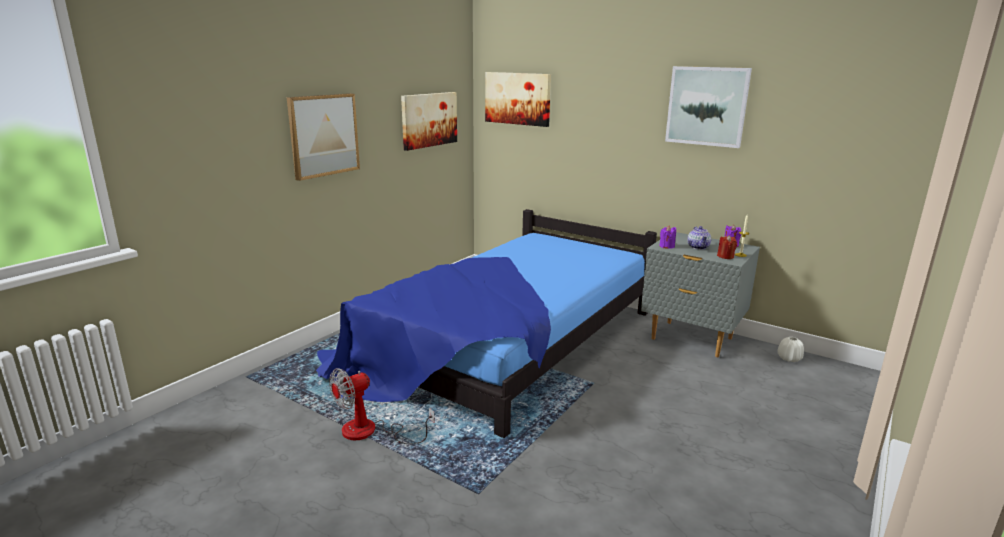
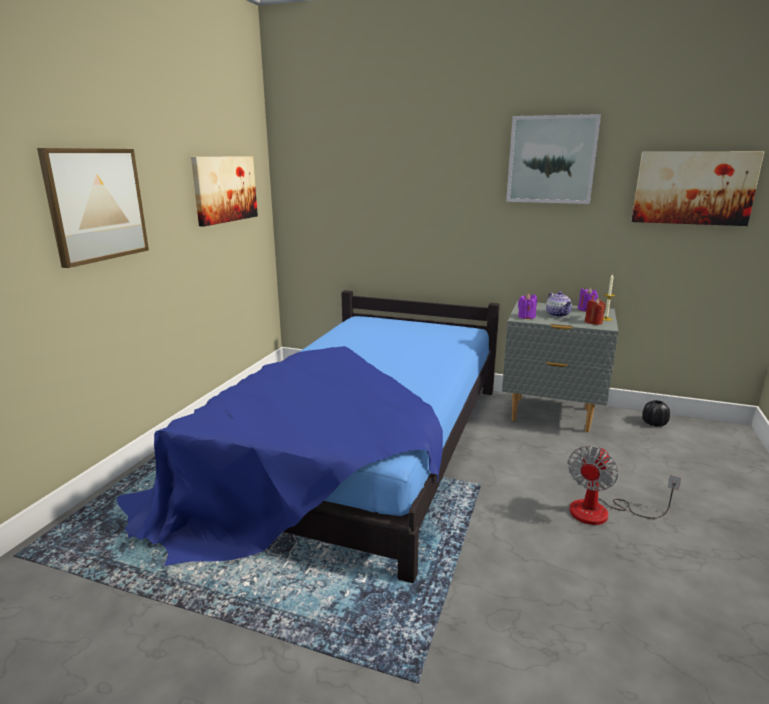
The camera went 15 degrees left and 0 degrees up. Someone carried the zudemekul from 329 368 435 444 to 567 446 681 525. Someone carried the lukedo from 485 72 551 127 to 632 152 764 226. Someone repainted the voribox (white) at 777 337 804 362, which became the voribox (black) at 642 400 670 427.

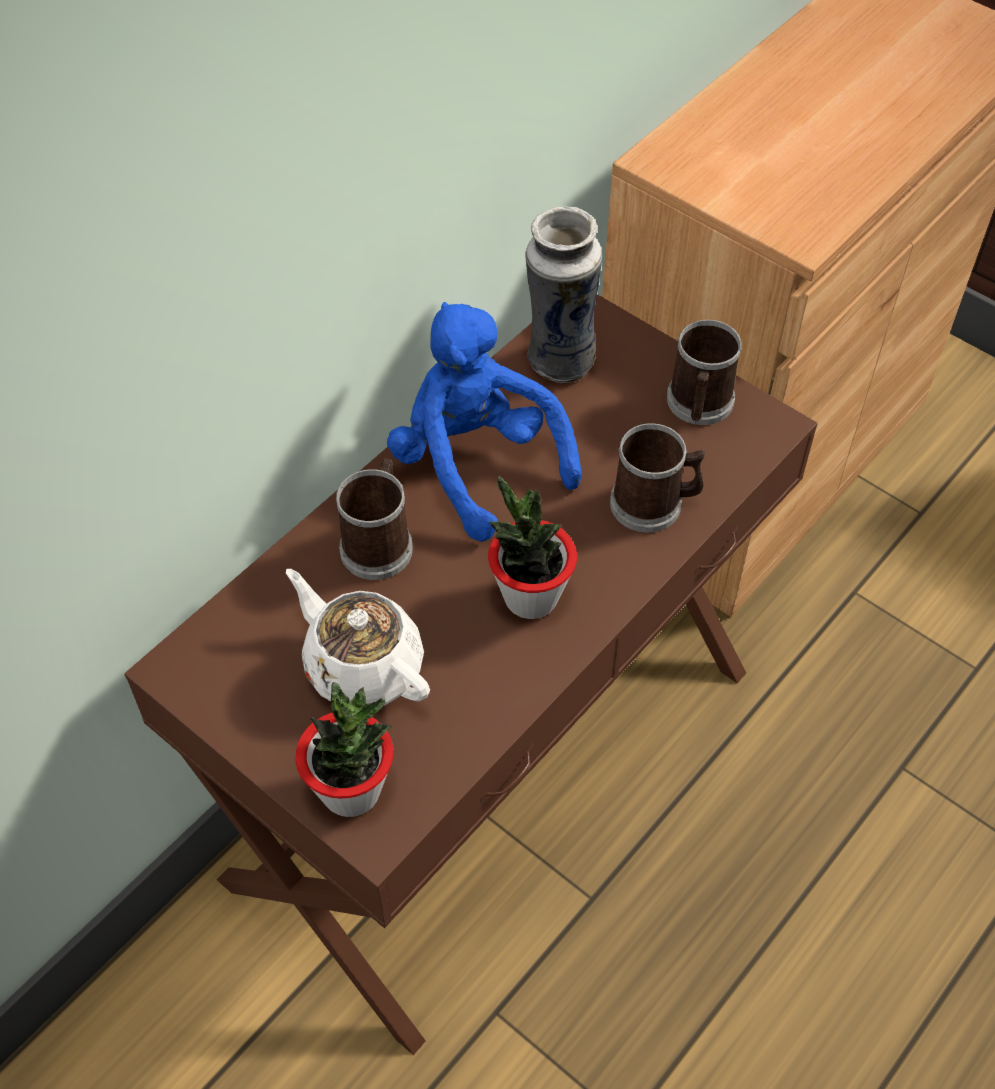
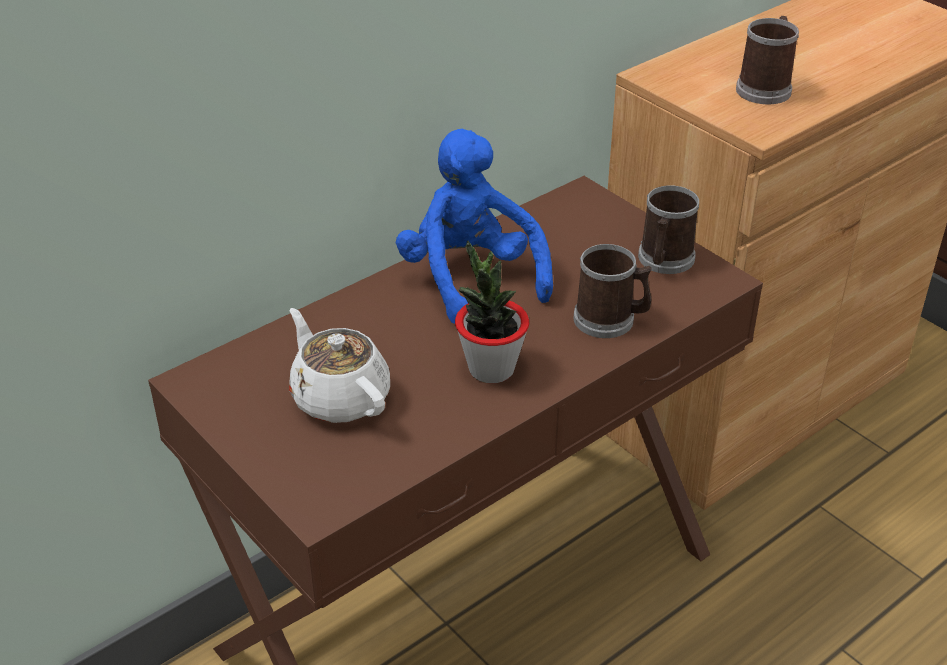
The camera went 10 degrees right and 15 degrees down. Someone took away the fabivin at 295 682 393 817. Someone carried the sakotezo from 336 458 413 580 to 736 16 799 104. Someone took away the voribox at 525 206 602 383.

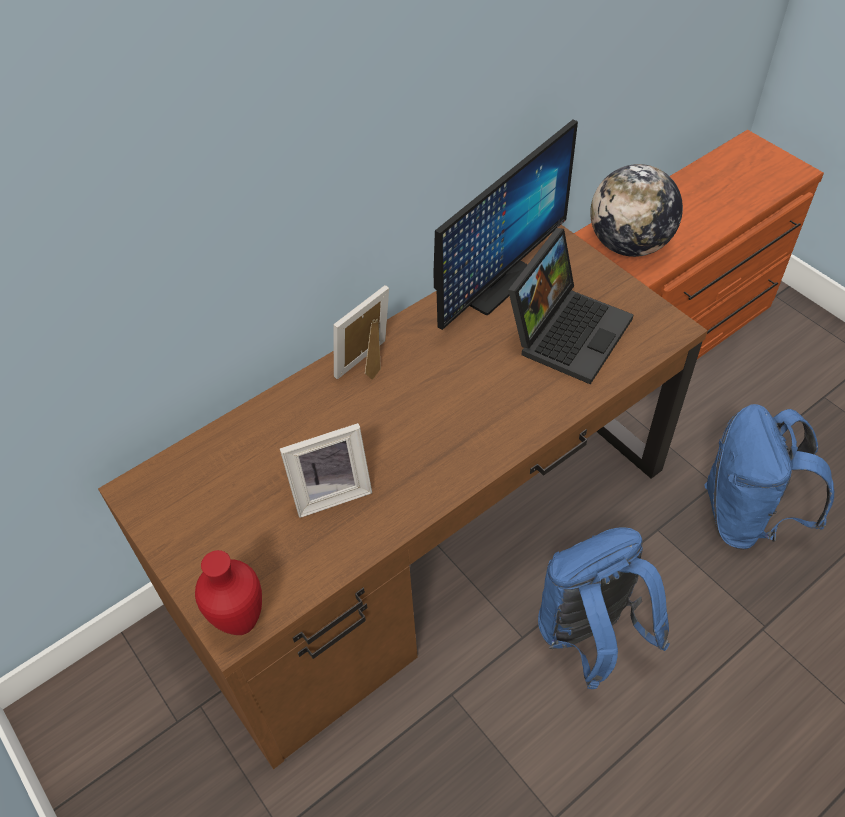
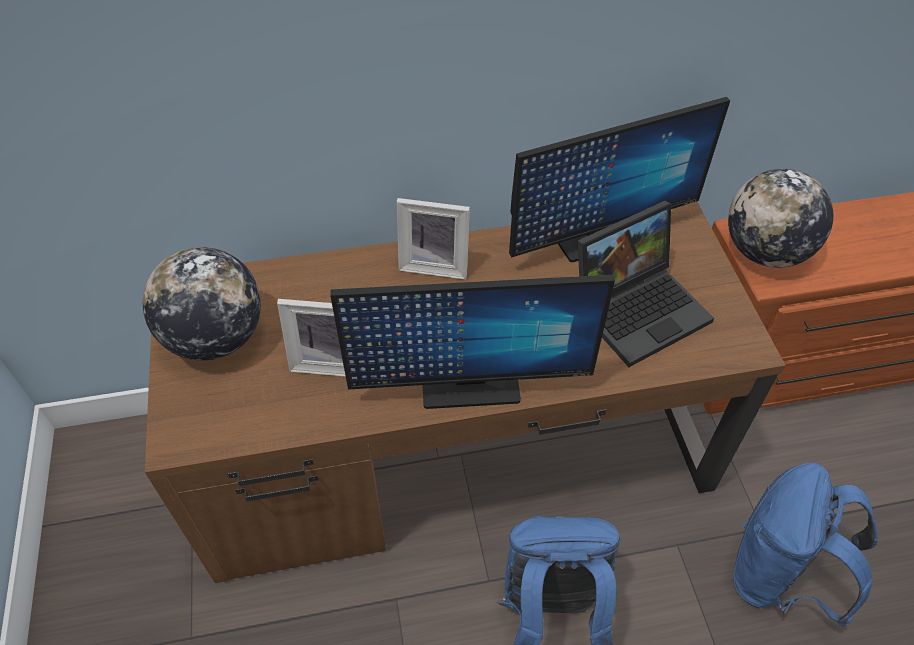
The camera went 25 degrees right and 0 degrees up. Someone took away the voribox (red) at 195 550 262 635. Someone rotated the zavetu at 333 285 389 380 by 150 degrees counterclockwise. Someone put down the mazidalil at 143 247 261 361. Someone put down the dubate at 330 275 615 409.

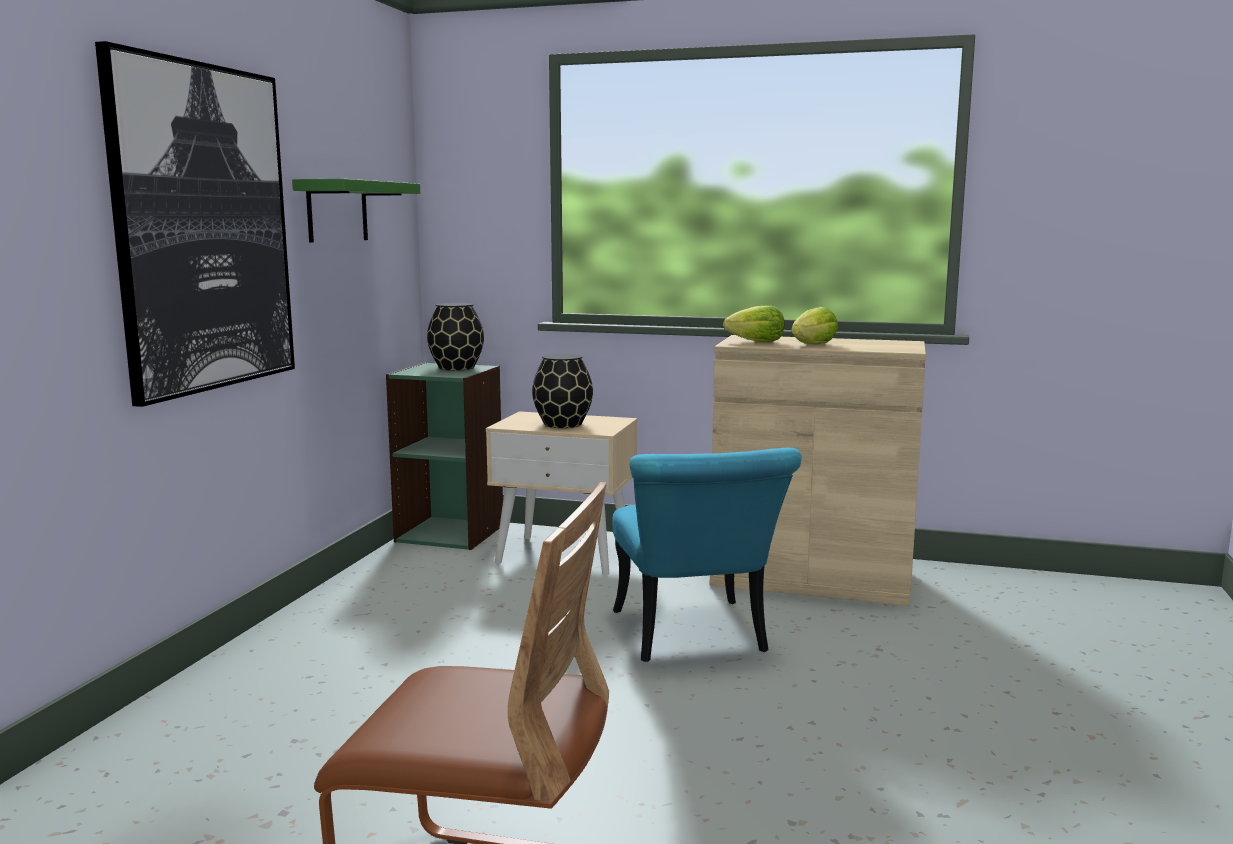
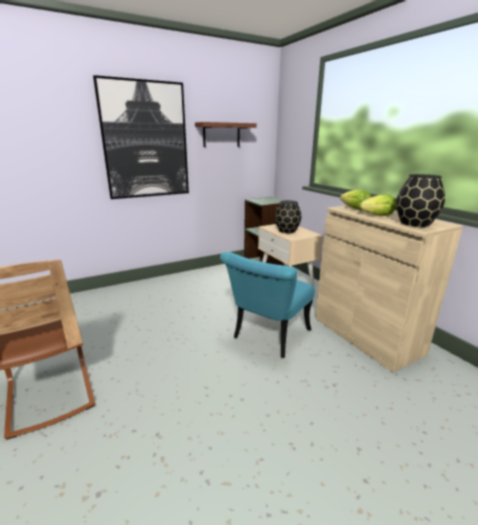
The camera went 45 degrees right and 10 degrees up. Someone repainted the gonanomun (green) at 292 179 420 243, which became the gonanomun (brown) at 195 122 257 147. Someone carried the voribox (black) from 427 303 484 371 to 396 174 445 227.

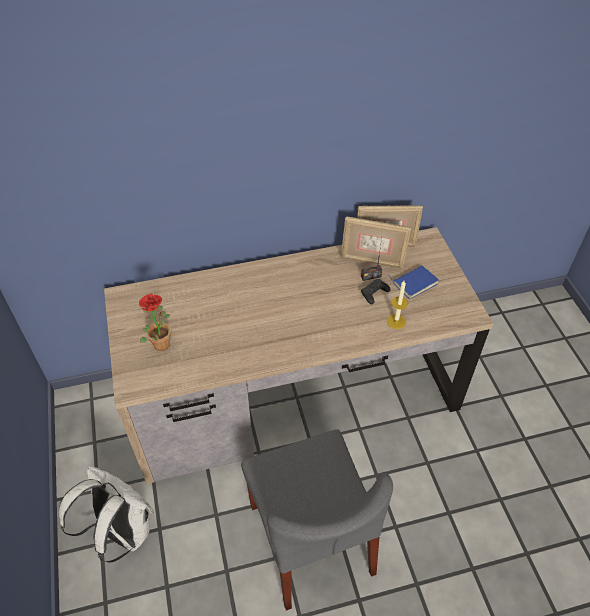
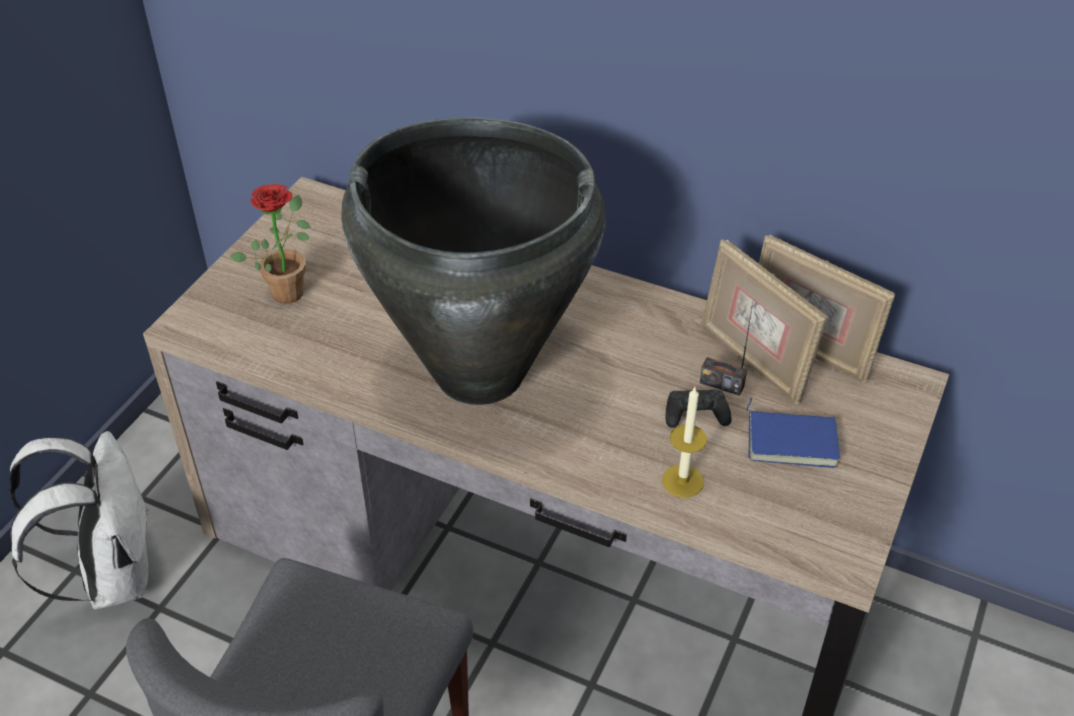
The camera went 40 degrees right and 5 degrees down. Someone put down the voribox (black) at 341 118 605 405.

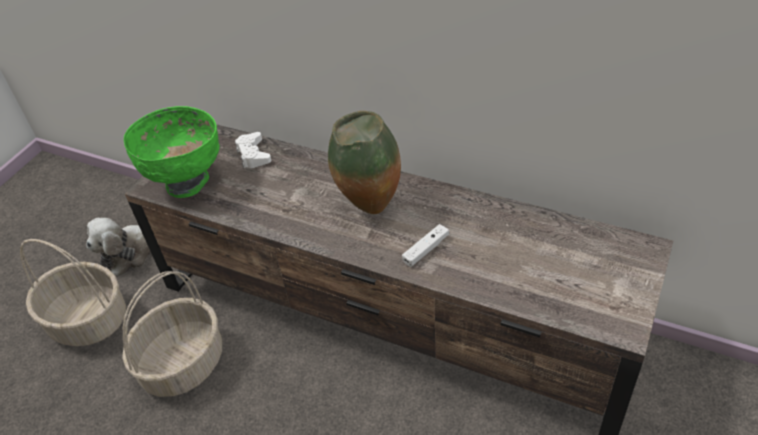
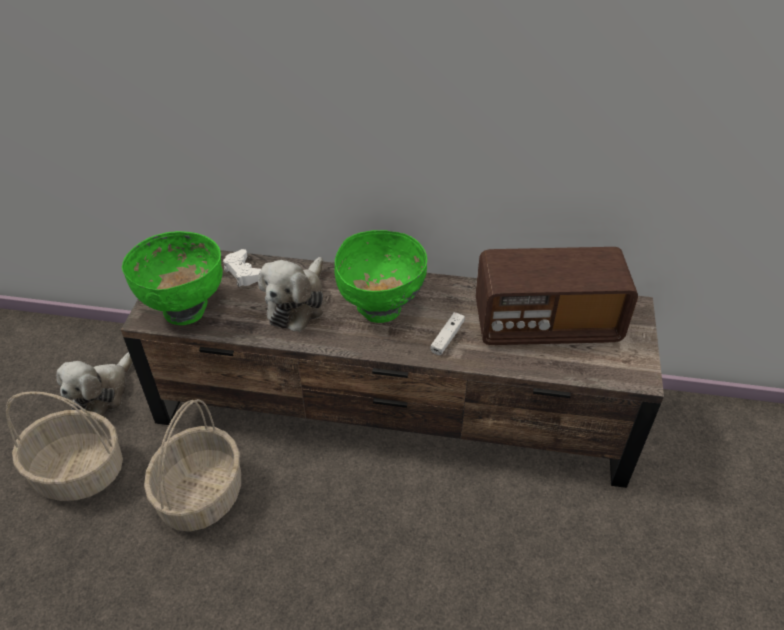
The camera went 20 degrees left and 0 degrees up. Someone swapped the voribox at 328 111 401 214 for the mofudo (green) at 334 230 427 323. Someone put down the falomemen at 258 257 323 332. Someone put down the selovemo at 475 247 638 345.

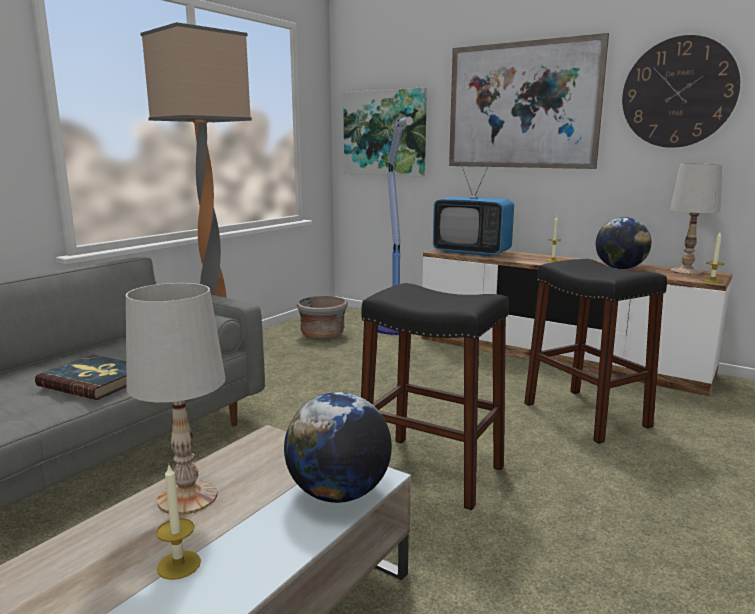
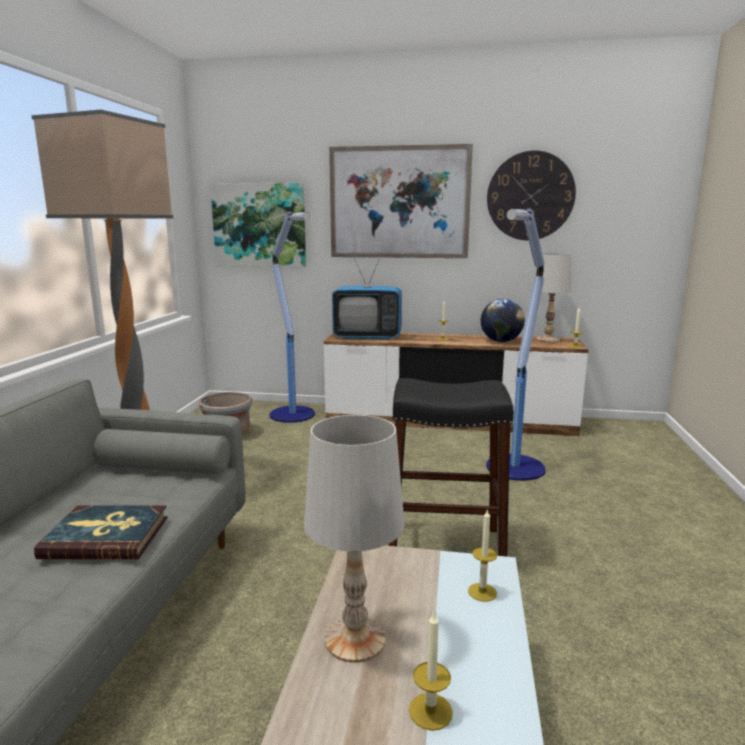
The camera went 25 degrees left and 0 degrees up. Someone swapped the mazidalil at 284 392 392 503 for the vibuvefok at 468 509 497 602. Someone swapped the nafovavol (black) at 524 259 667 444 for the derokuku at 486 208 546 481.

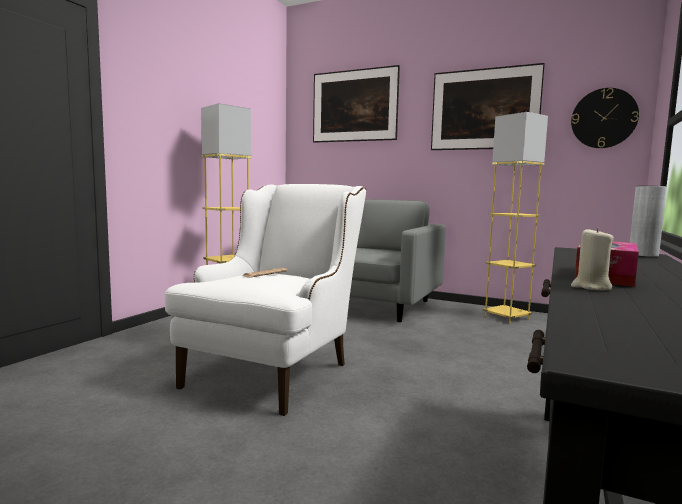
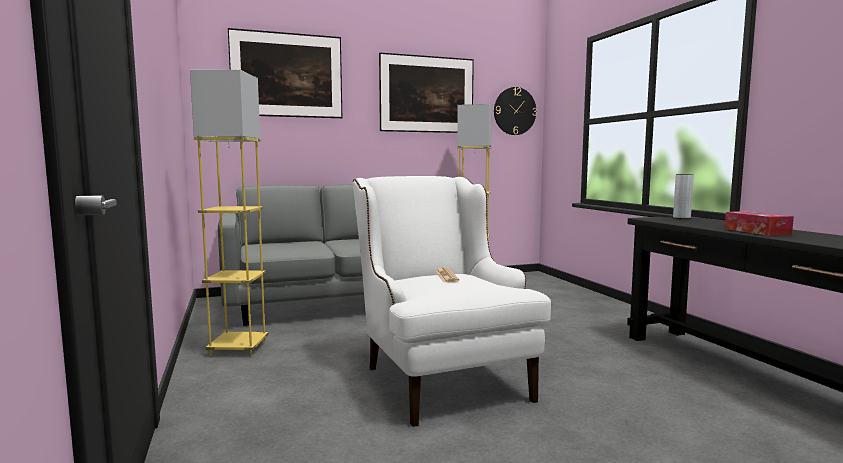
The camera went 45 degrees left and 0 degrees up. Someone took away the vibuvefok (beige) at 571 227 614 290.

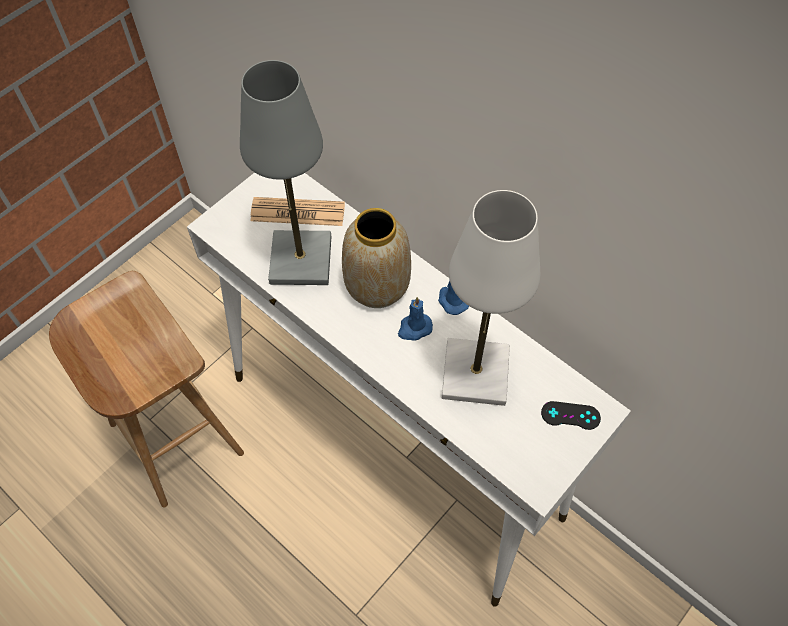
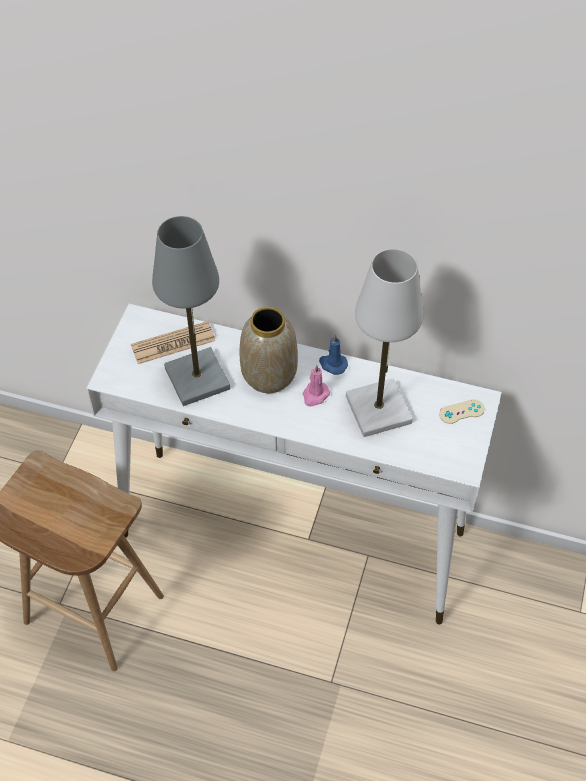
The camera went 25 degrees left and 5 degrees down. Someone repainted the vibuvefok (blue) at 398 297 433 341, which became the vibuvefok (pink) at 303 365 330 406. Someone repainted the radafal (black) at 541 401 601 430, which became the radafal (beige) at 439 399 485 424.

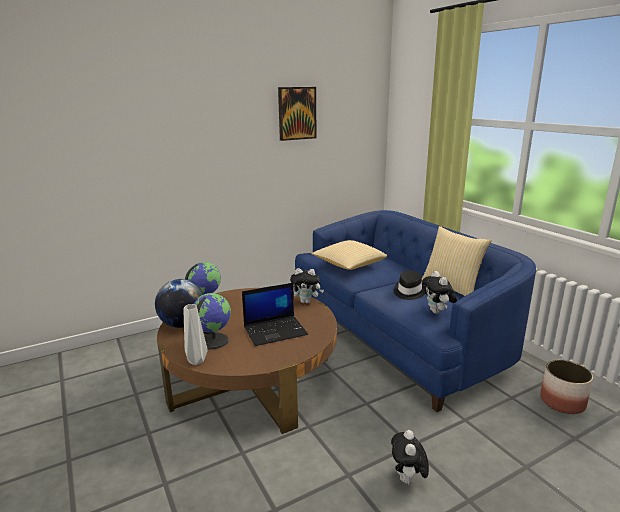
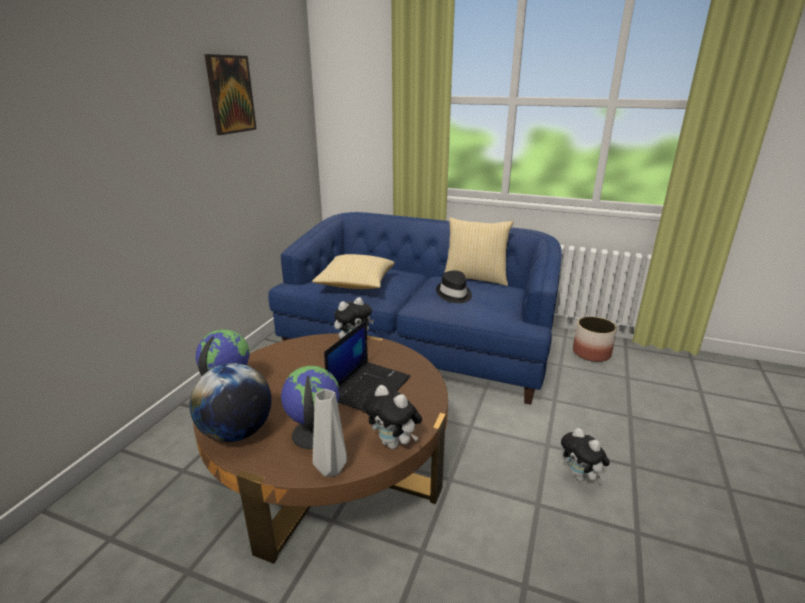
The camera went 40 degrees left and 5 degrees up. Someone carried the falomemen from 422 271 457 314 to 363 385 422 449.

